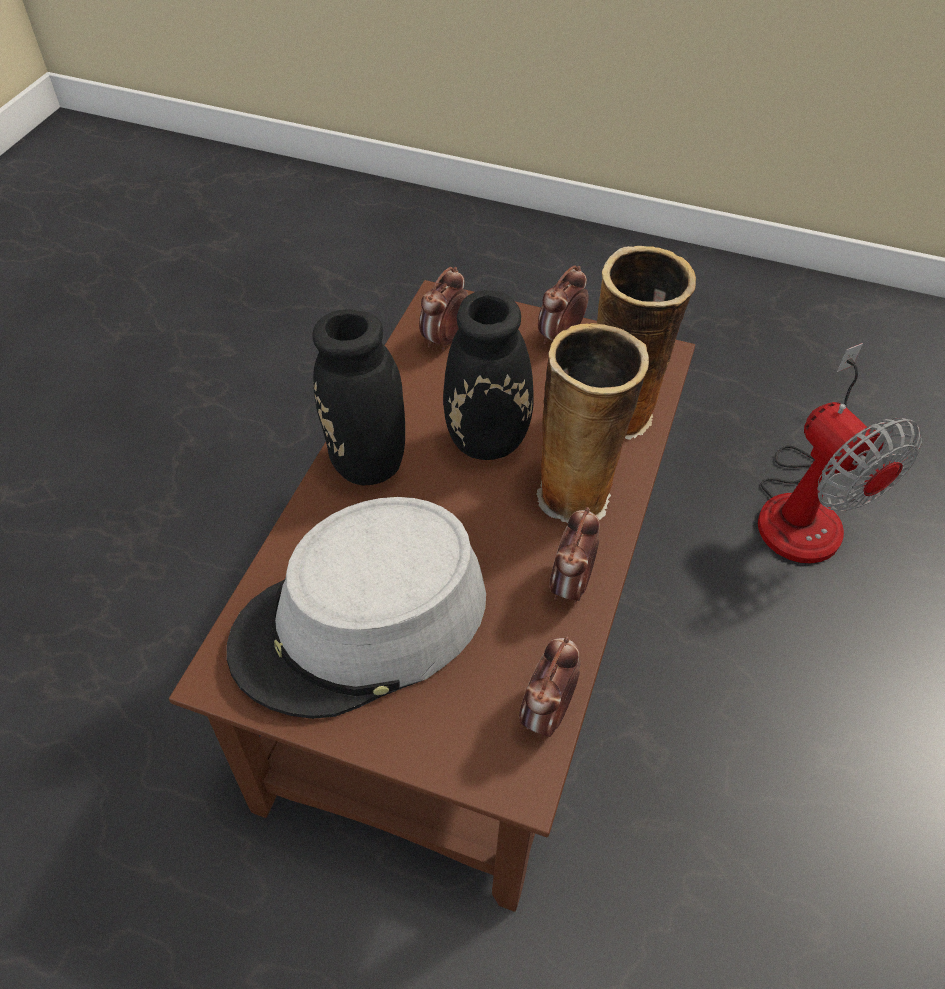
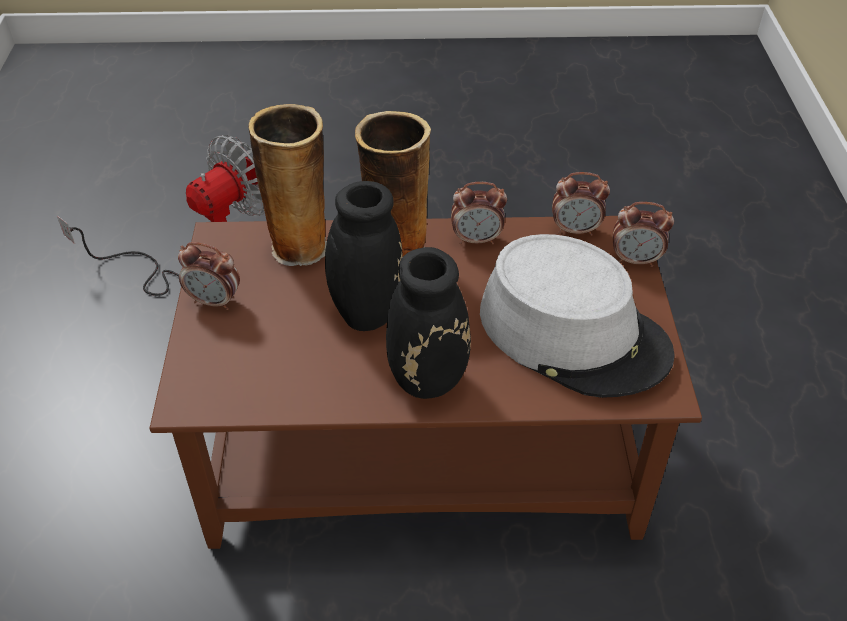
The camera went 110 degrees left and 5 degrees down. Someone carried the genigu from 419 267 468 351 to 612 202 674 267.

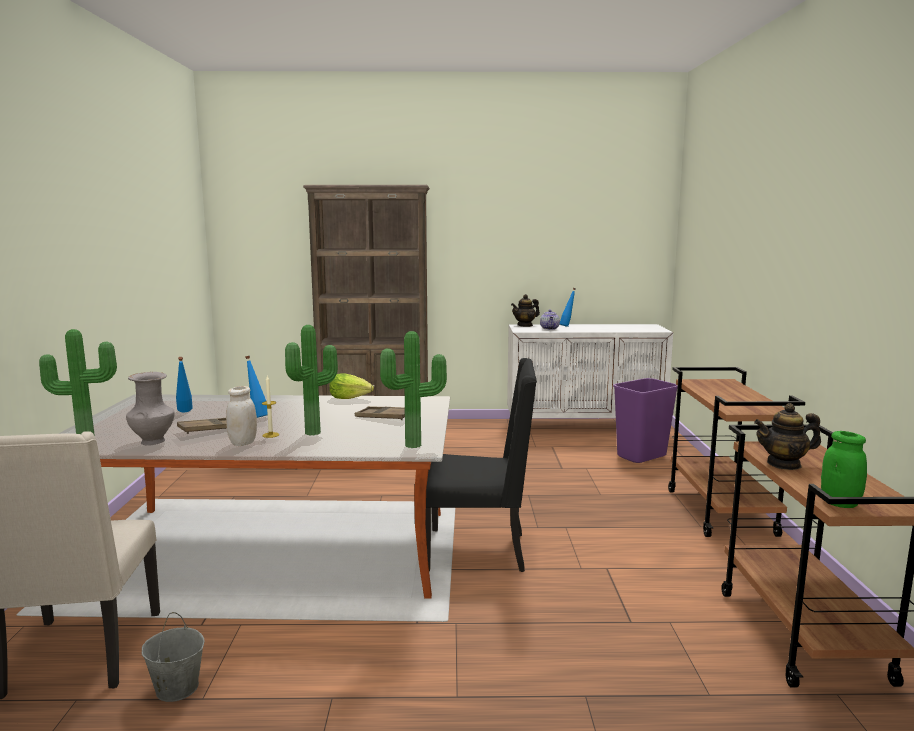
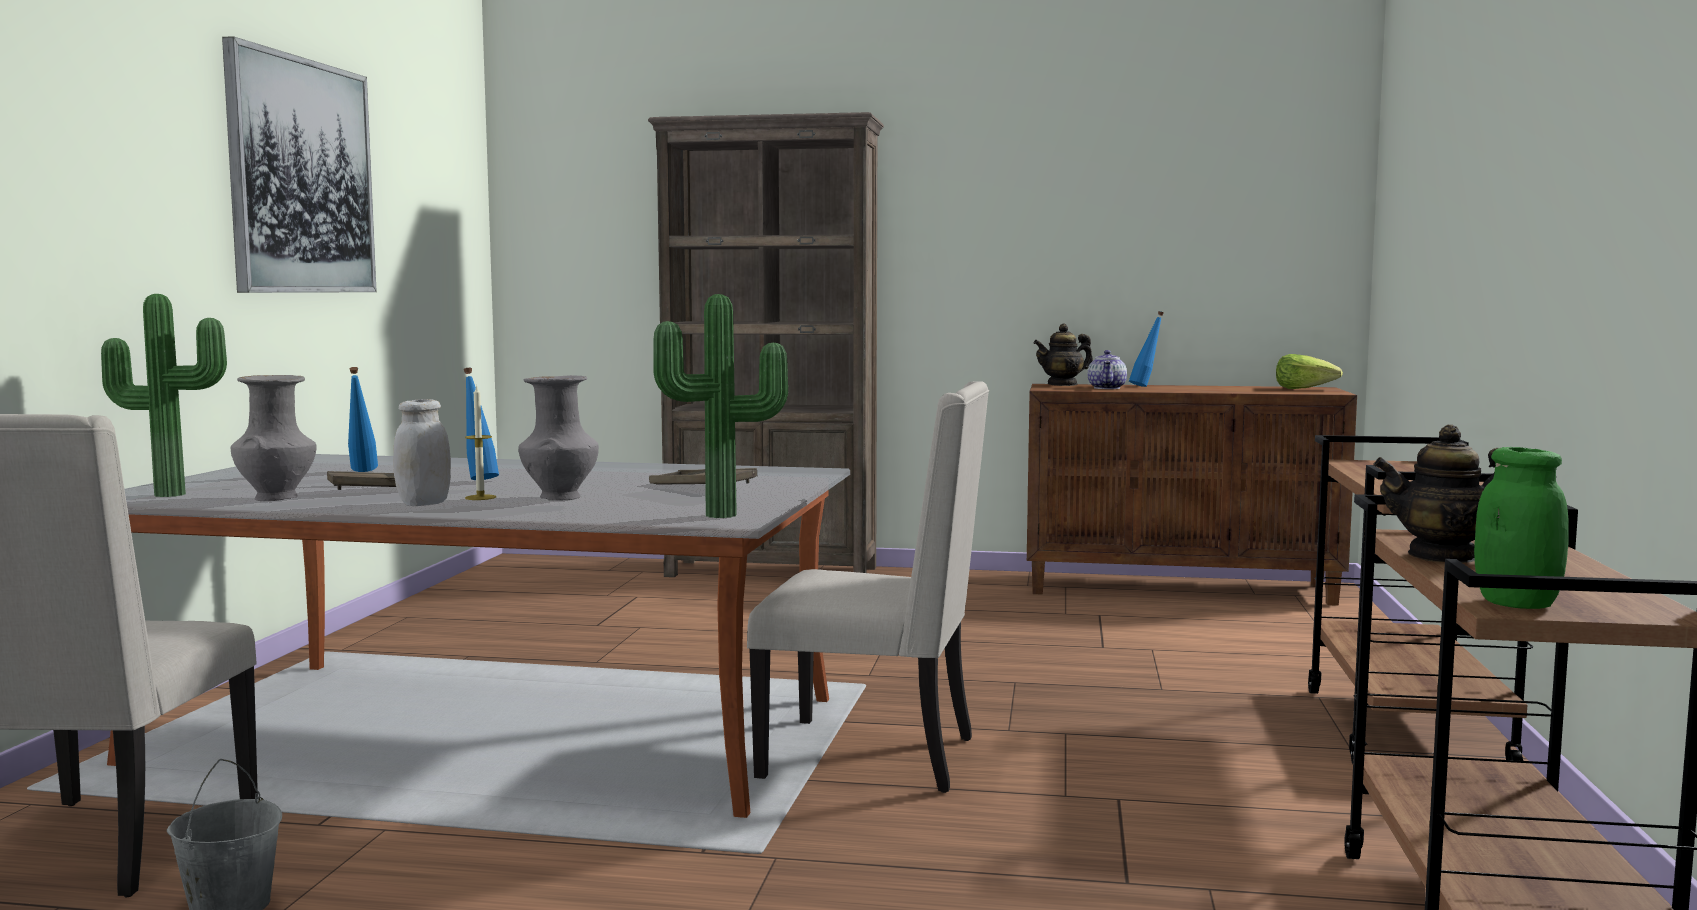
The camera went 10 degrees right and 5 degrees down. Someone swapped the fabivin at 285 325 338 436 for the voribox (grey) at 518 375 599 501. Someone carried the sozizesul from 329 373 374 399 to 1276 354 1343 389. Someone repainted the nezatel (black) at 426 358 537 572, which became the nezatel (beige) at 747 381 989 793. Someone repainted the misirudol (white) at 507 324 673 418, which became the misirudol (brown) at 1027 384 1357 606. Someone took away the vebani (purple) at 613 378 678 463. Someone put up the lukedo at 222 36 377 293.

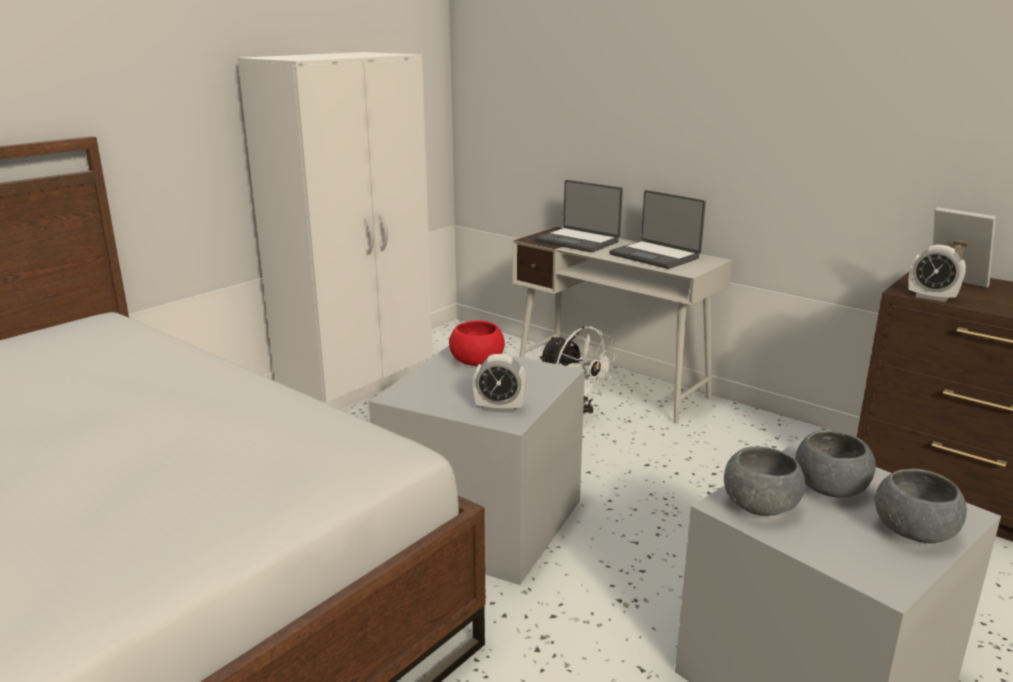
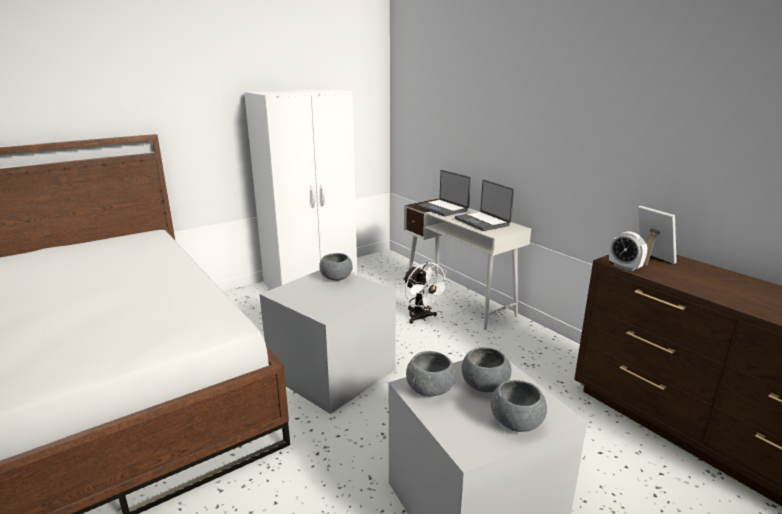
The camera went 15 degrees right and 0 degrees up. Someone repainted the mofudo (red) at 449 320 505 366, which became the mofudo (grey) at 319 253 353 281. Someone took away the genigu at 473 354 527 413.

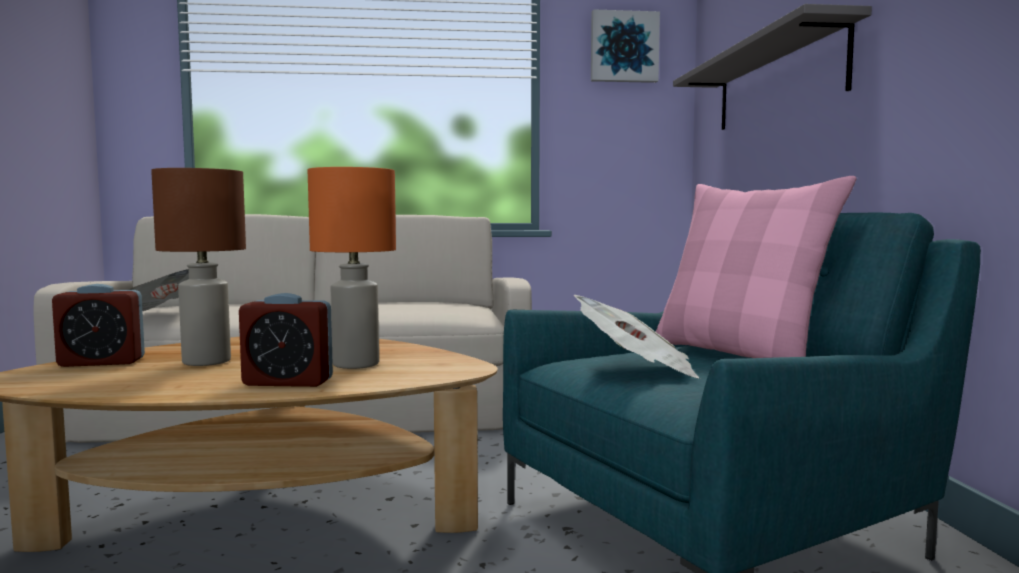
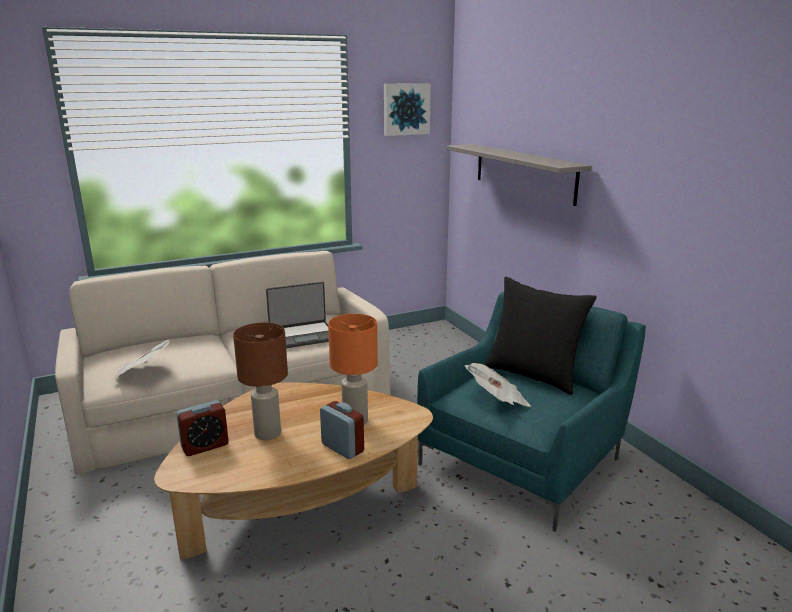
The camera went 20 degrees left and 15 degrees up. Someone rotated the genigu at 239 293 333 387 by 120 degrees counterclockwise. Someone repainted the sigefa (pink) at 656 176 856 358, which became the sigefa (black) at 485 276 597 395. Someone put down the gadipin at 266 282 329 348.

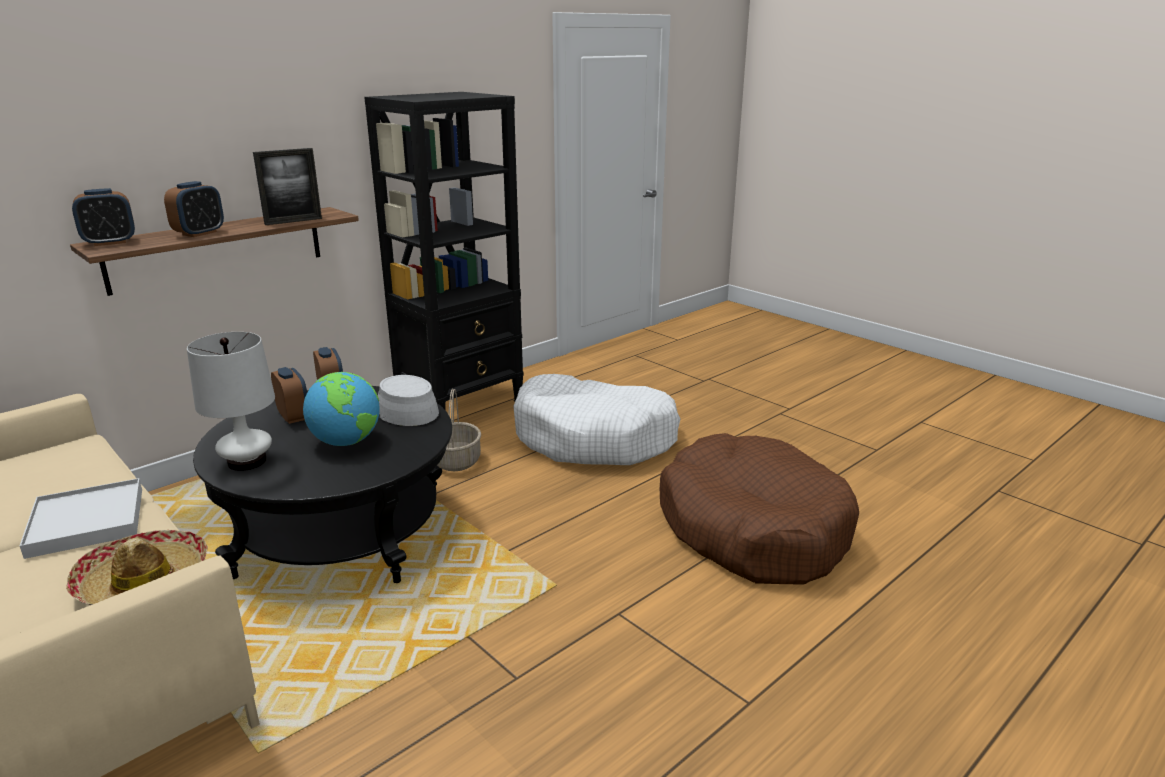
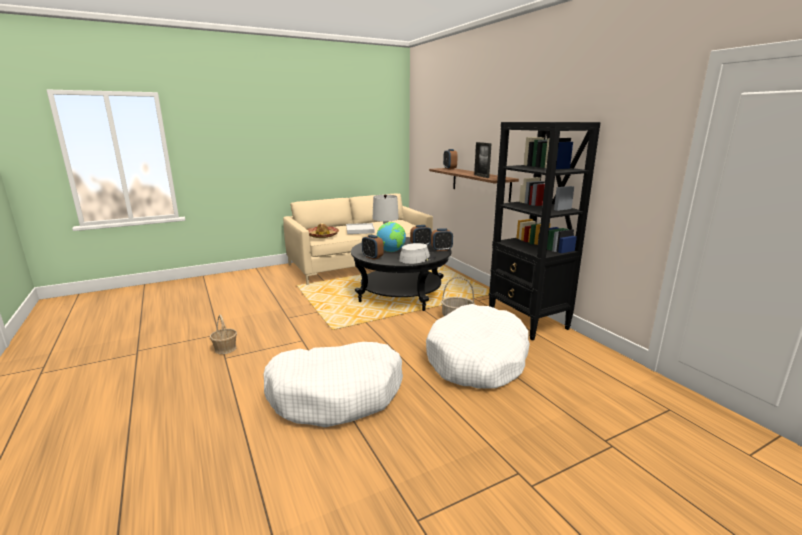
The camera went 105 degrees right and 5 degrees down. Someone carried the genigu from 164 181 224 237 to 362 235 384 260. Someone repainted the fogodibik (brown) at 660 433 859 585, which became the fogodibik (white) at 263 342 403 427. Someone put down the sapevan at 210 315 237 354.

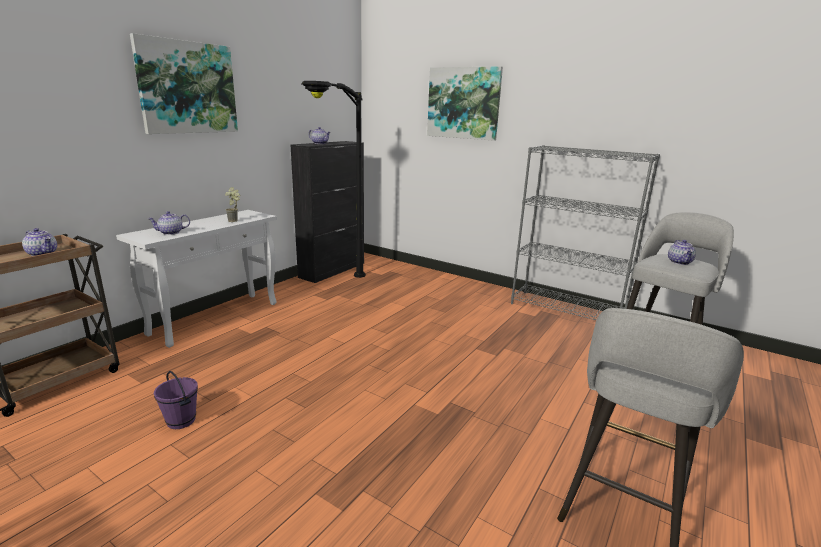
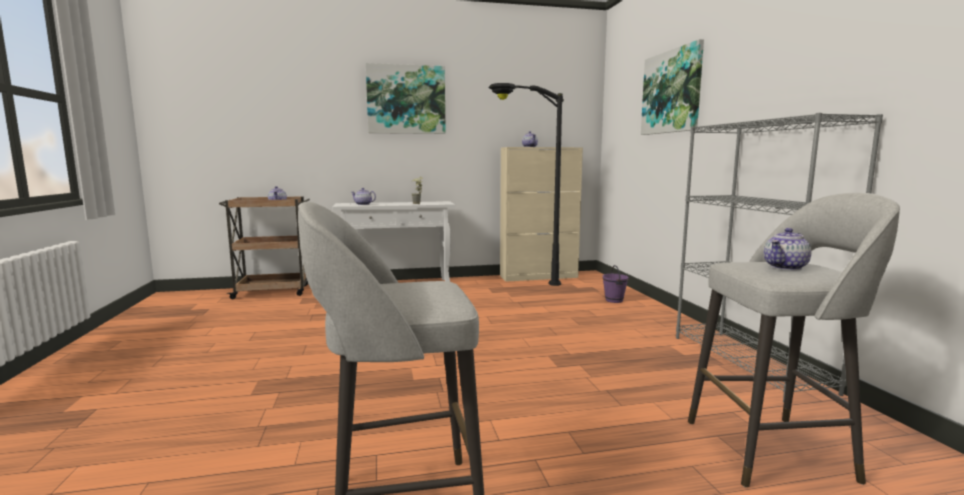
The camera went 45 degrees right and 10 degrees down. Someone carried the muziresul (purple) from 154 371 198 429 to 603 265 628 303. Someone repainted the misirudol (black) at 290 141 364 283, which became the misirudol (beige) at 500 147 583 282.

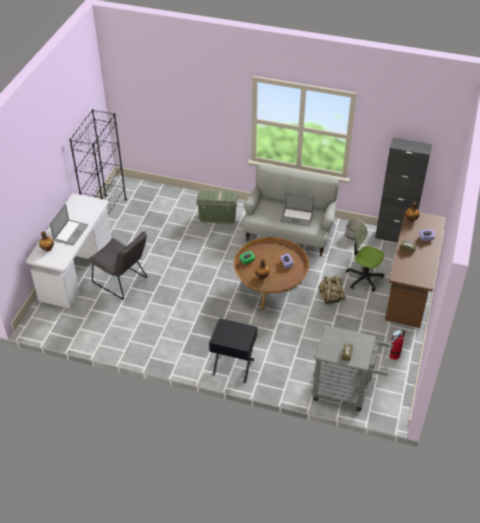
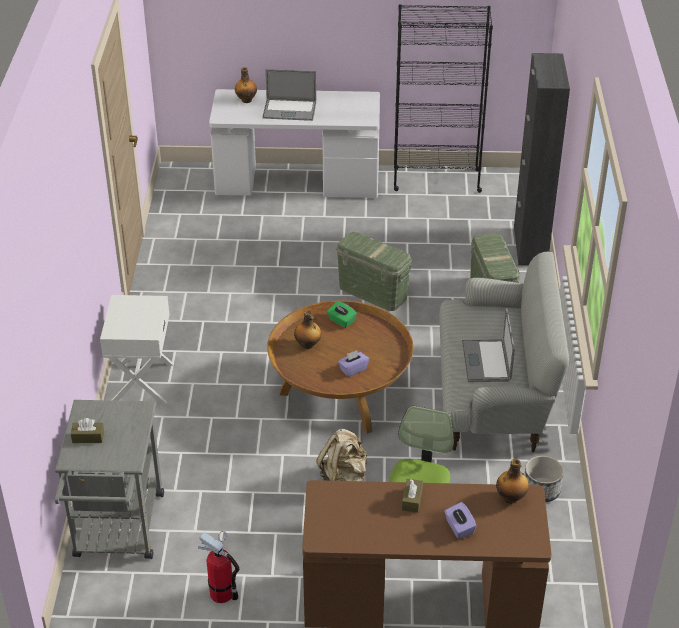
The camera went 75 degrees right and 5 degrees down. Someone took away the nezatel (grey) at 89 231 148 299. Someone repainted the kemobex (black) at 209 318 257 383, which became the kemobex (white) at 100 295 174 404. Someone carried the misirudol (black) from 375 138 432 243 to 514 53 570 266. Someone put down the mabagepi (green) at 336 232 412 311.

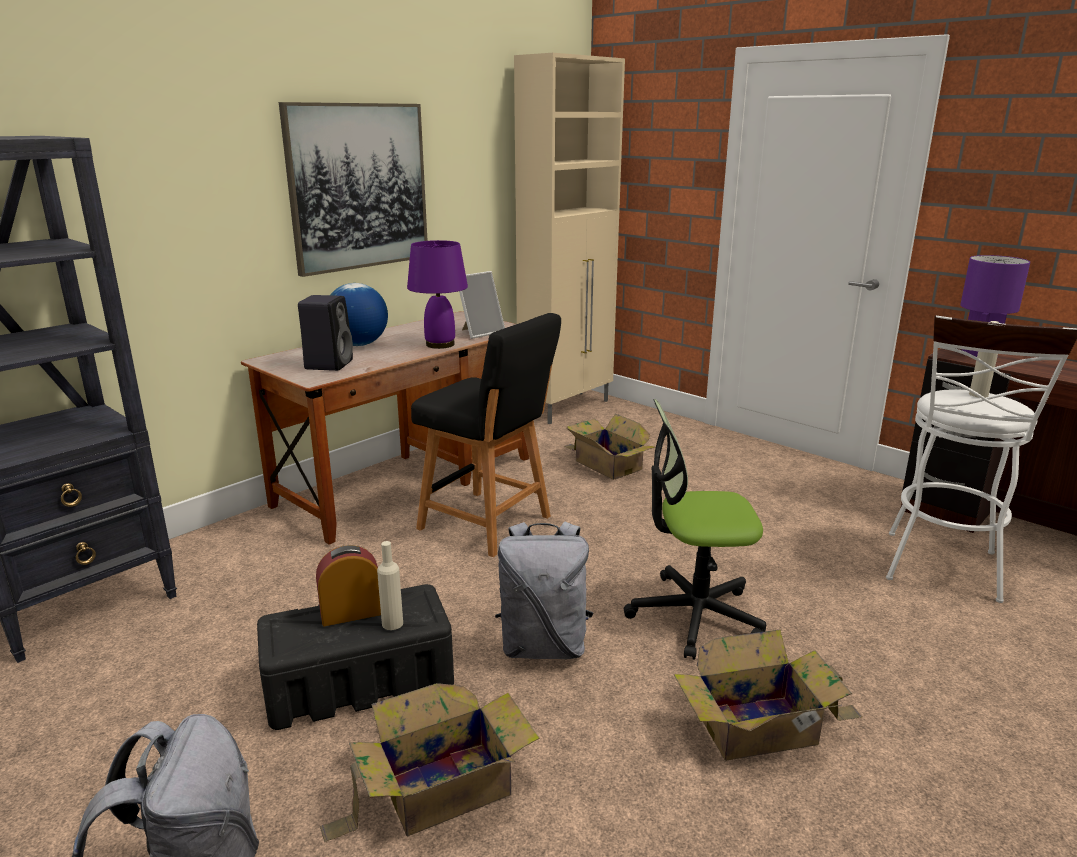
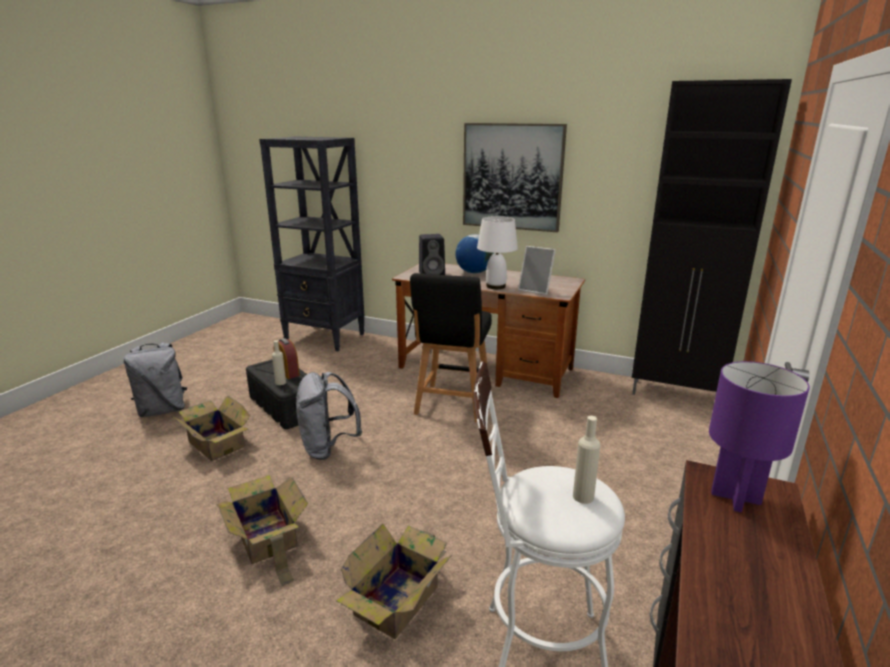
The camera went 70 degrees right and 0 degrees up. Someone repainted the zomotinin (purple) at 407 240 468 349, which became the zomotinin (white) at 477 216 518 289. Someone repainted the misirudol (beige) at 514 53 625 424, which became the misirudol (black) at 632 79 792 395. Someone carried the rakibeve from 564 413 655 480 to 336 524 452 639. Someone took away the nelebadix at 624 399 766 660.

